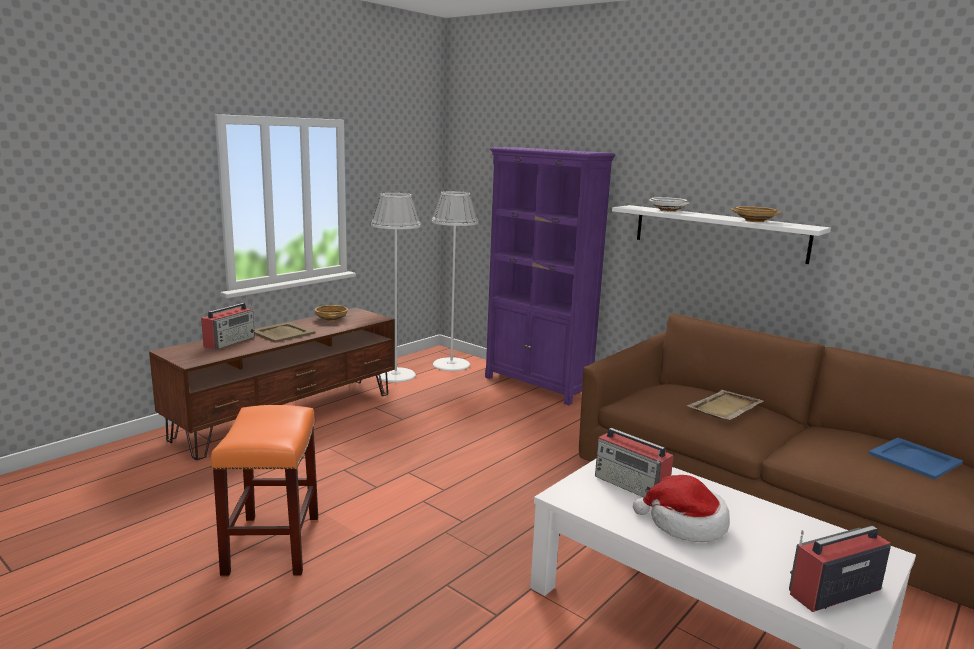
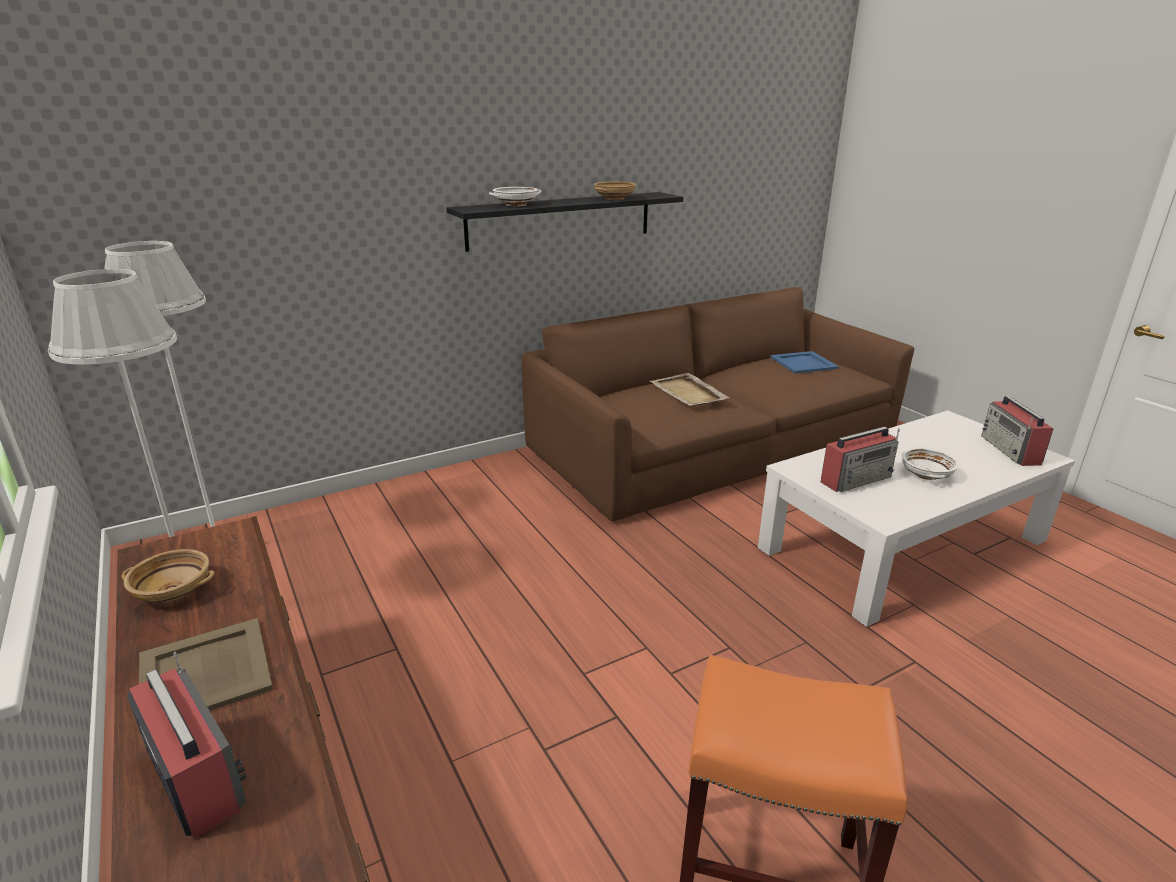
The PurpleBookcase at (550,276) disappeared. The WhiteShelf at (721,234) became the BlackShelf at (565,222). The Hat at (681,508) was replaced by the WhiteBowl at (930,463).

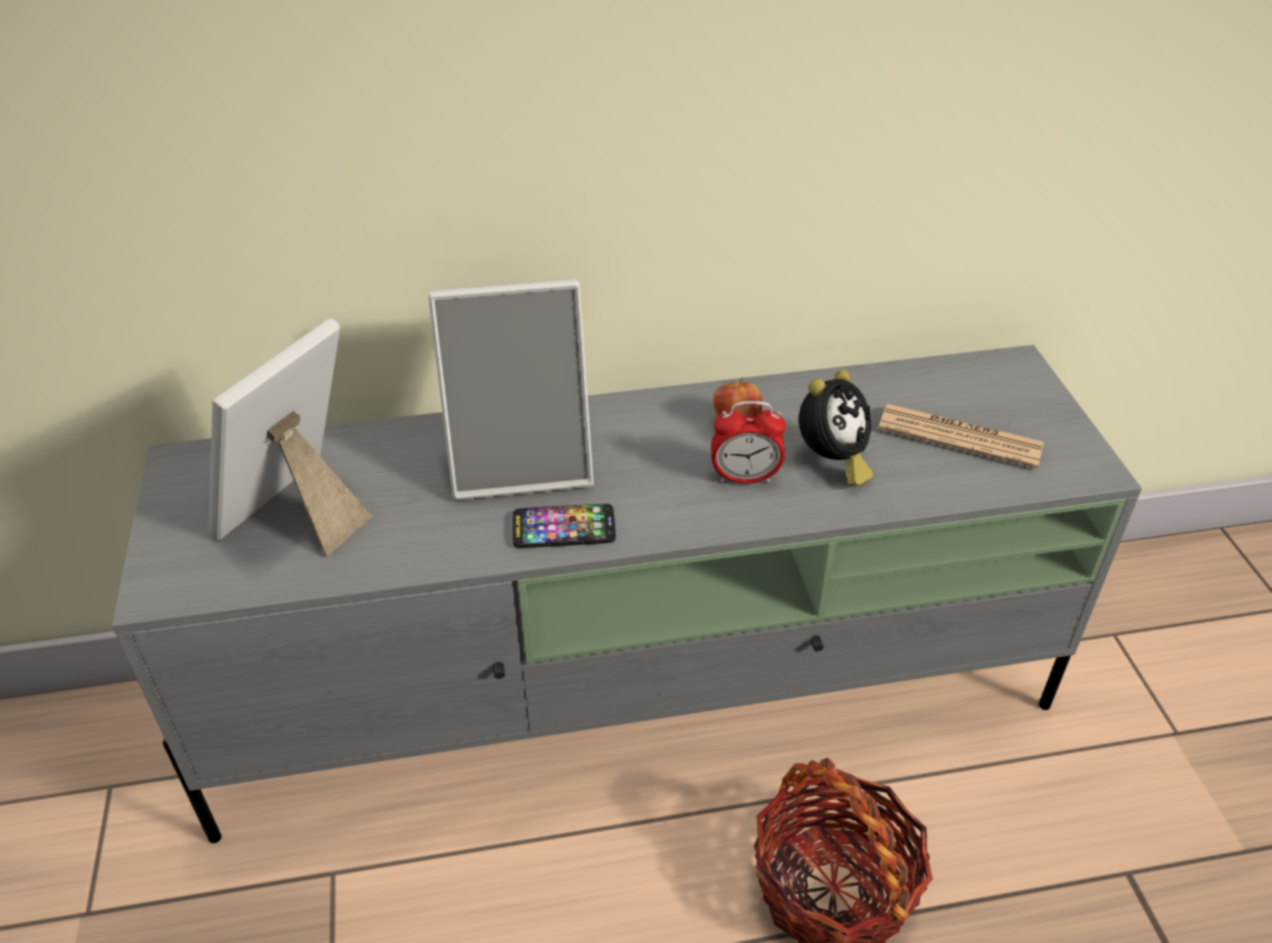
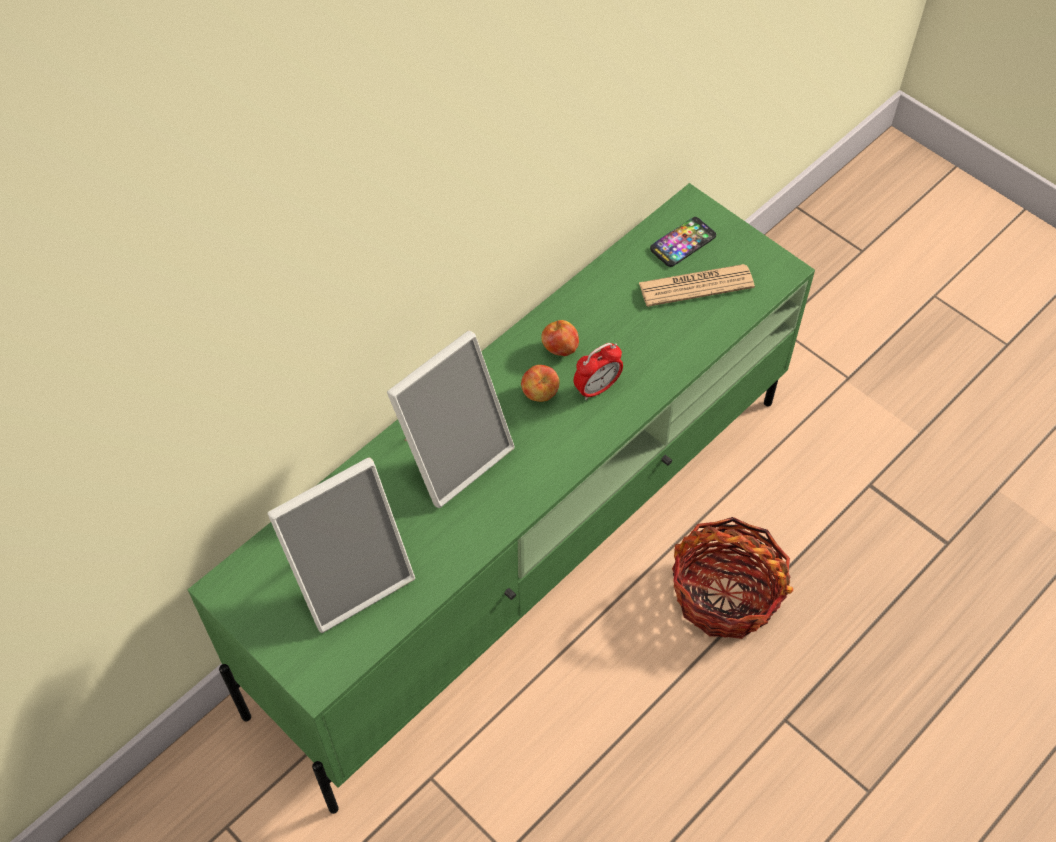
The PictureFrame at (290,437) turned 120 degrees counterclockwise. The GreyTvStand at (627,594) became the GreenTvStand at (501,498). The AlarmClock at (836,428) disappeared. The Phone moved from (564,526) to (683,242). The Apple at (540,383) appeared.

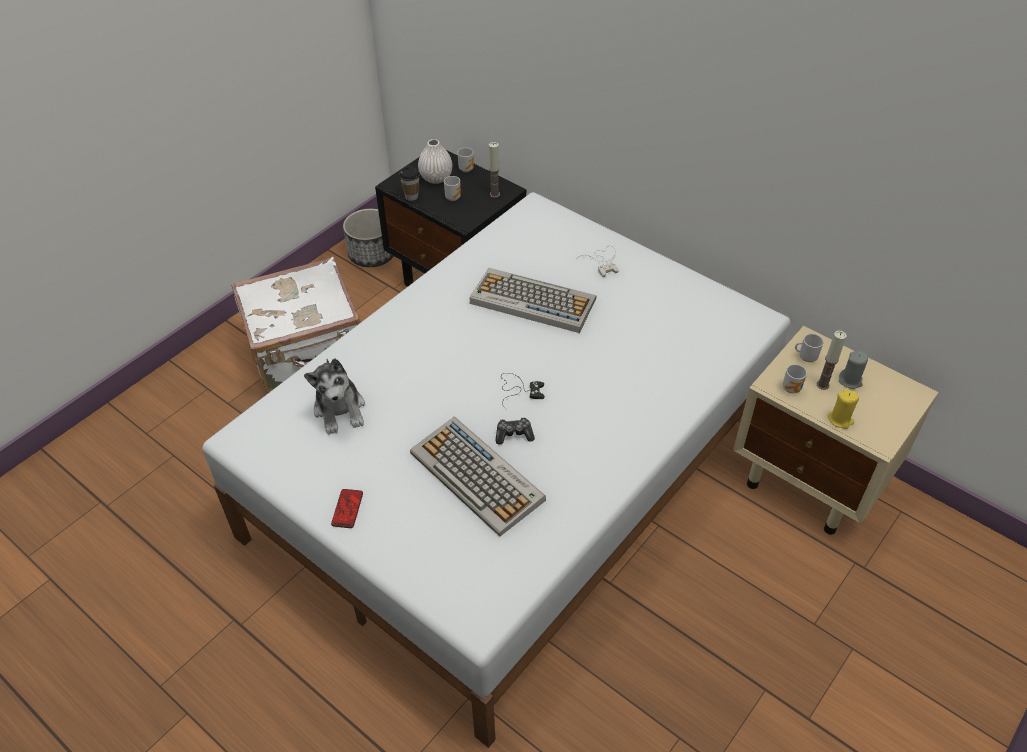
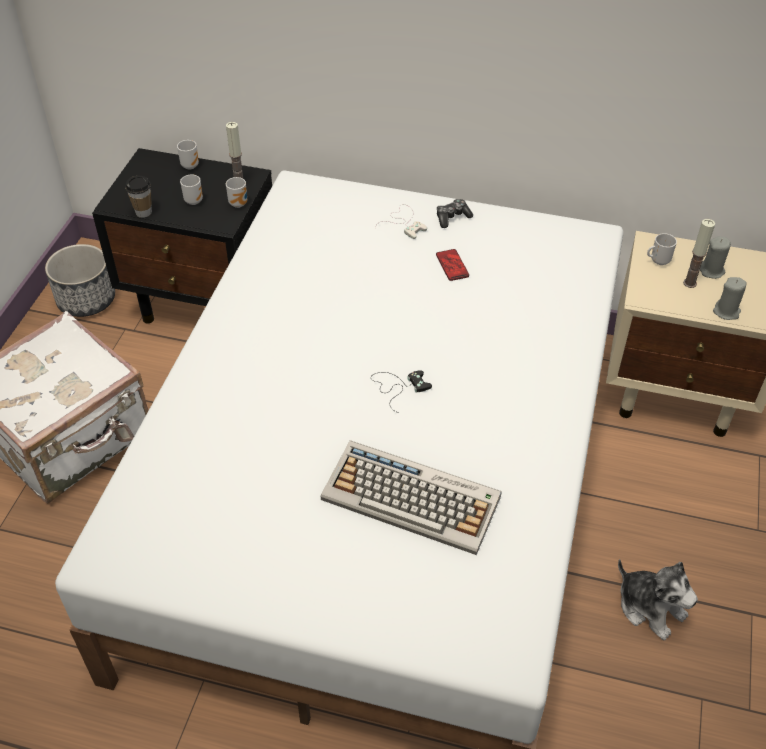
The WhiteVase at (435,161) disappeared. The Keyboard at (533,300) disappeared. The PlushToy moved from (334,396) to (658,599). The Mug moved from (795,379) to (236,192). The YellowCandle at (843,409) became the GreyCandle at (730,298). The GameController moved from (515,430) to (455,213). The Phone moved from (347,508) to (452,265).

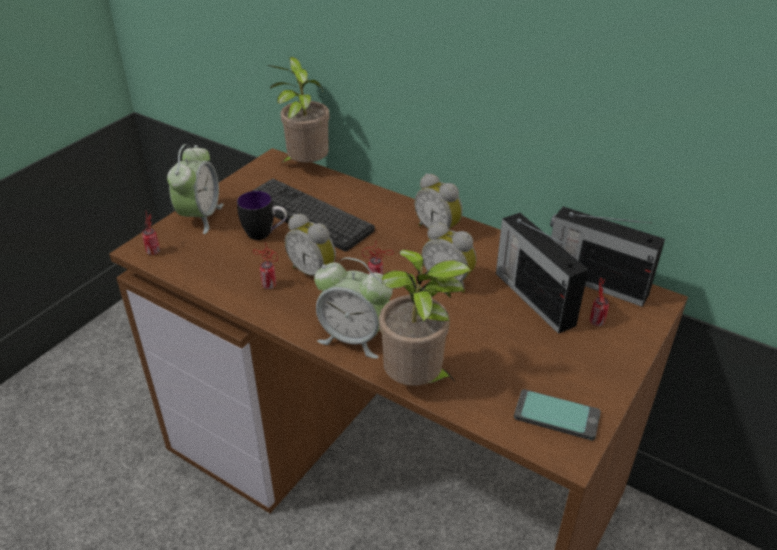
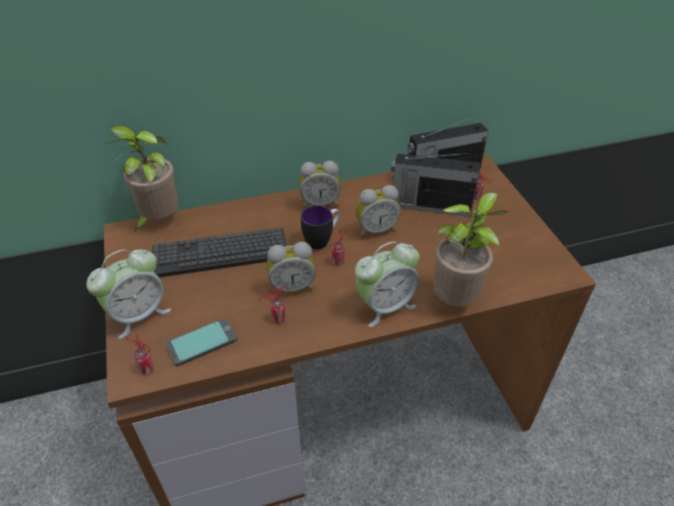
The AlarmClock at (195,189) turned 90 degrees clockwise. The Mug moved from (262,215) to (320,227). The Phone moved from (557,414) to (201,342).

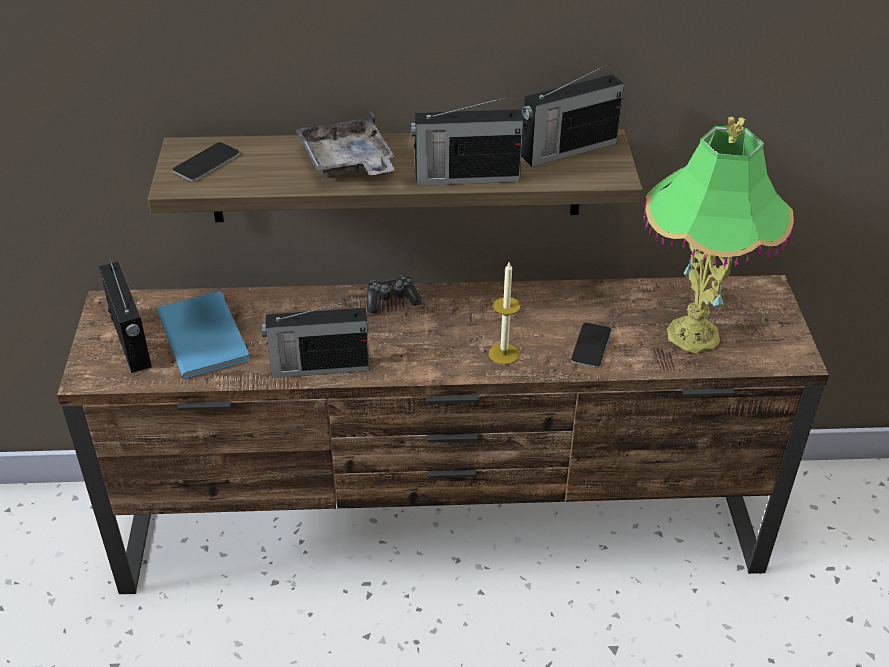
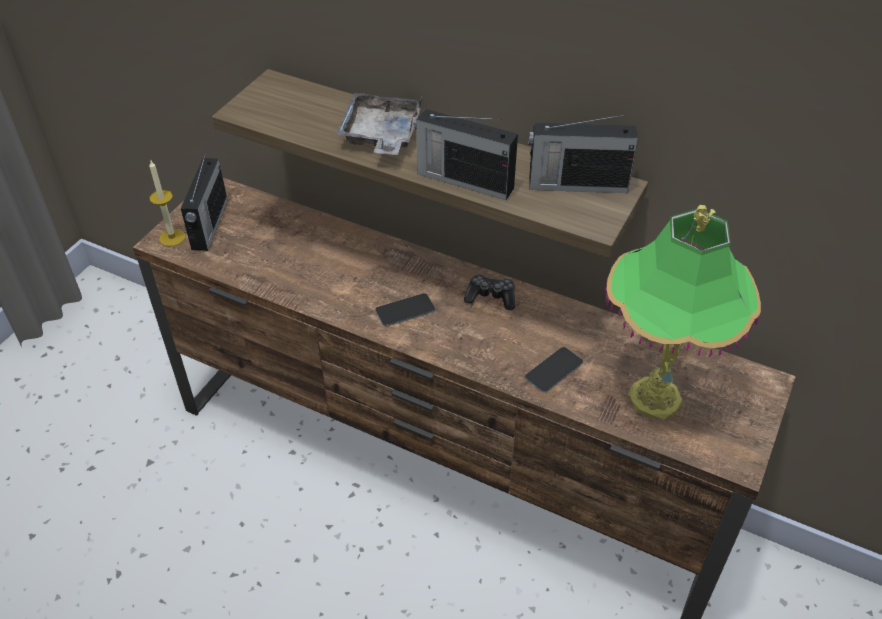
The Phone moved from (206,161) to (405,309). The Candle moved from (504,313) to (167,203). The GameController moved from (394,294) to (489,292). The BlueBook at (203,335) disappeared. The Radio at (315,339) disappeared.

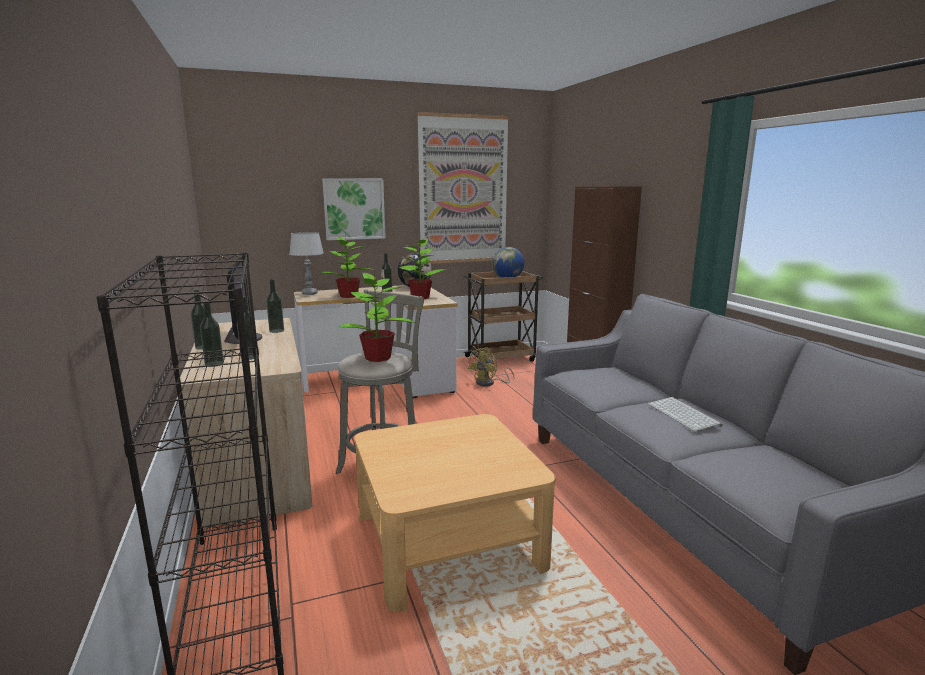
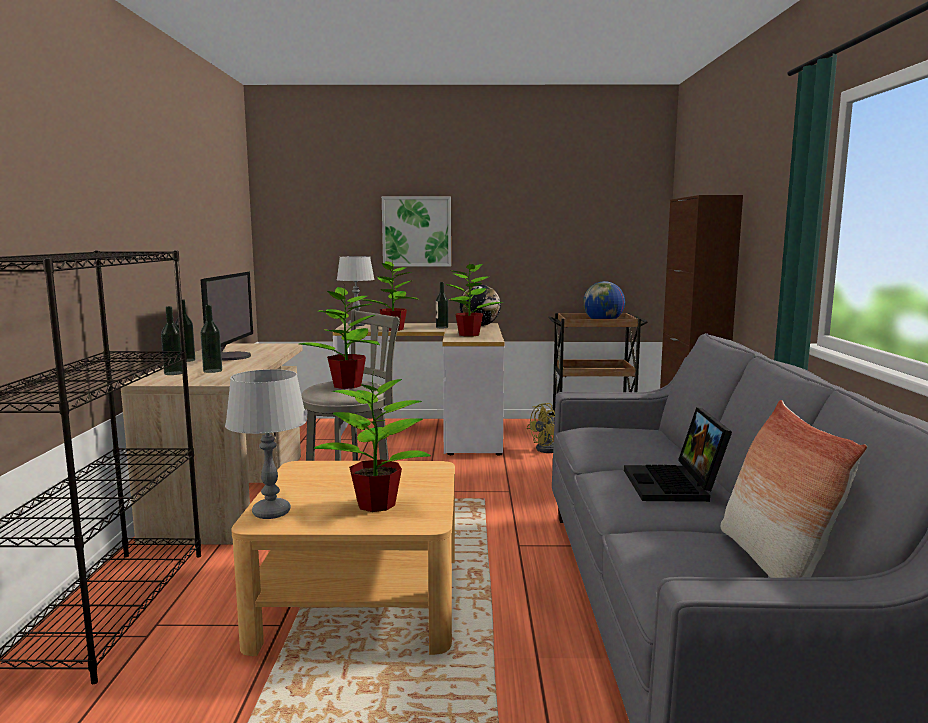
The Picture at (463,188) disappeared. The Bottle at (275,306) disappeared. The Keyboard at (685,414) was replaced by the Laptop at (678,454). The GreyTableLamp at (266,444) appeared. The PottedPlant at (372,442) appeared. The Pillow at (794,489) appeared.

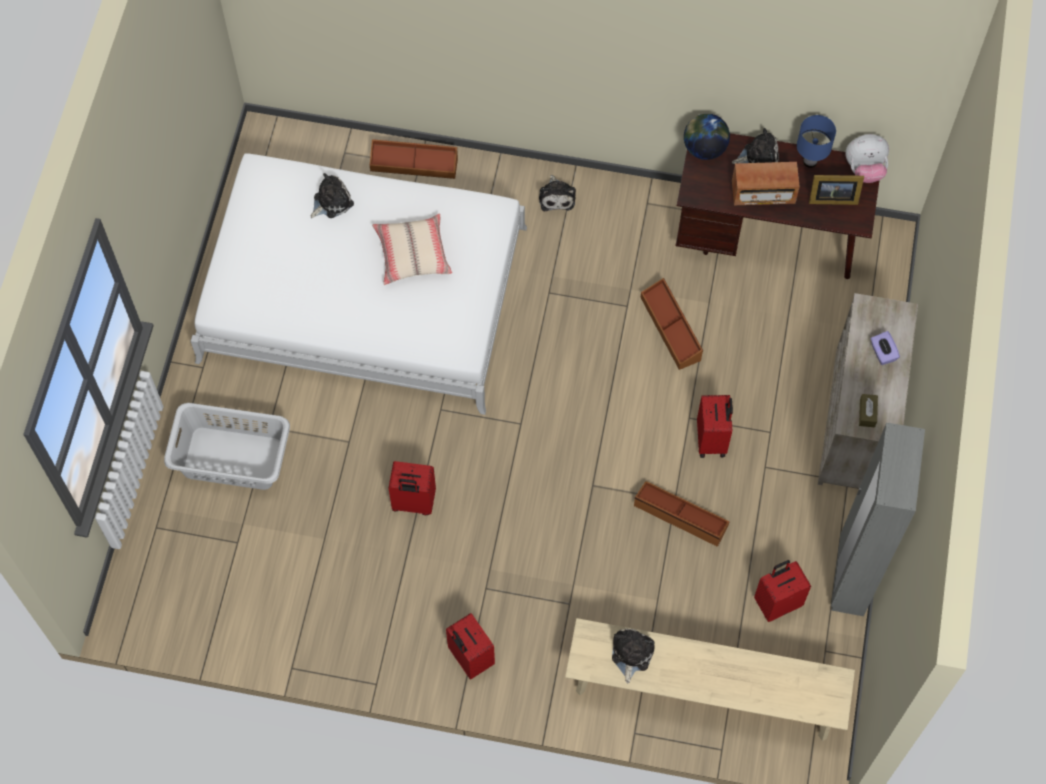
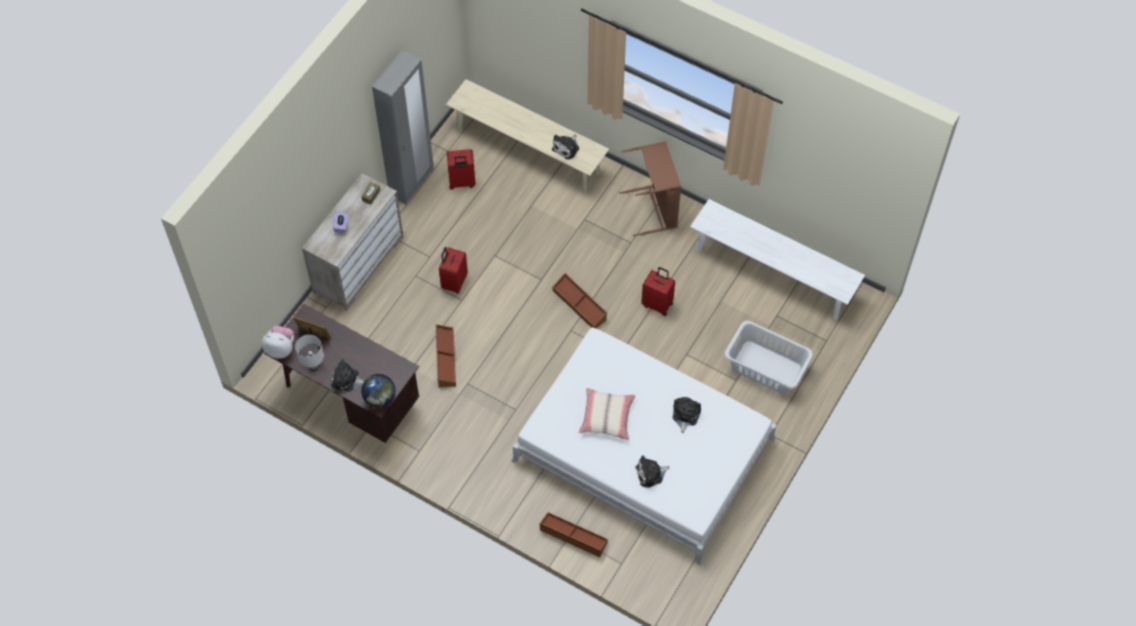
The BlueTableLamp at (816,141) became the WhiteTableLamp at (309,353). The Radio at (766,183) disappeared. The PlushToy moved from (557,193) to (687,415). The BrownStorageBox moved from (682,514) to (580,300). The RedSuitcase at (470,646) was replaced by the BrownLaundryBasket at (650,188). The WhiteBench at (777,259) appeared.

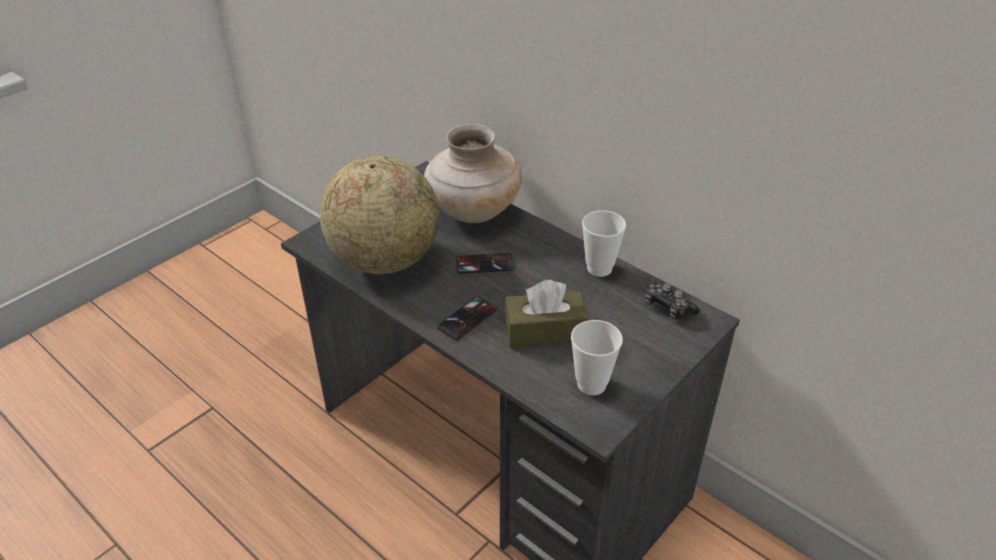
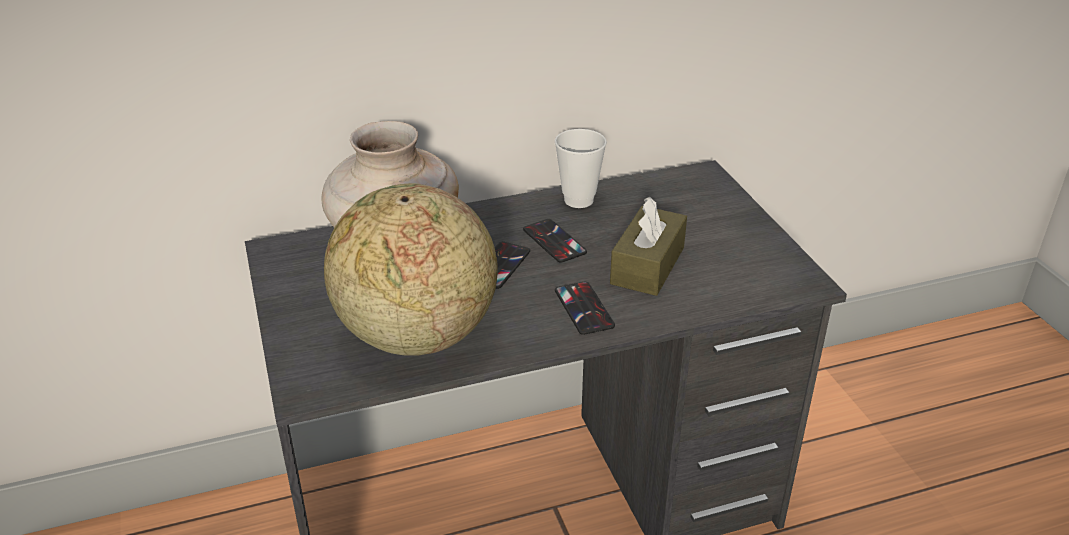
The GameController at (672,301) disappeared. The Cup at (597,358) disappeared. The Phone at (555,241) appeared.

